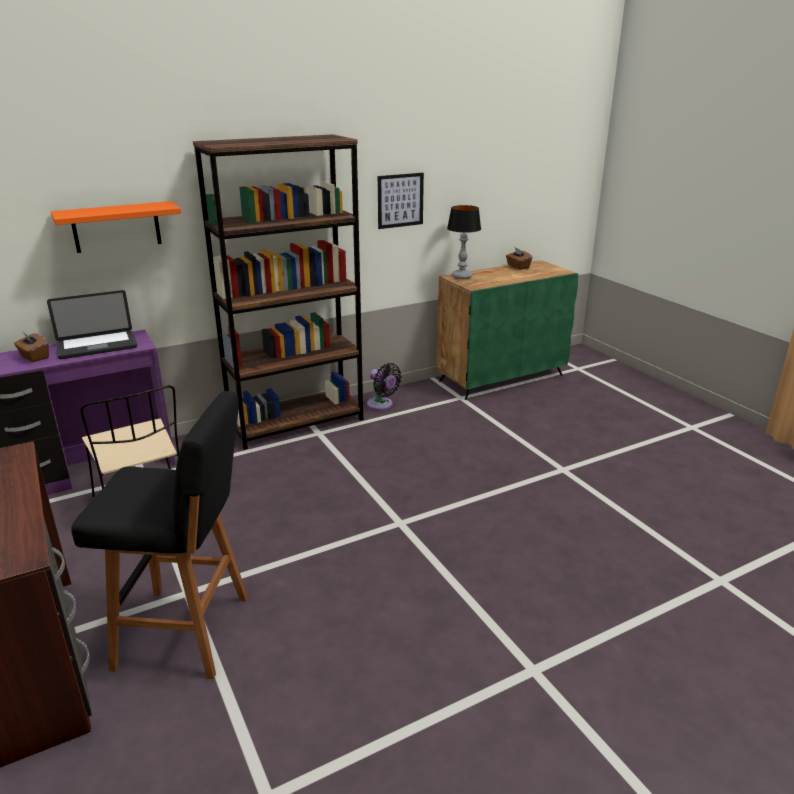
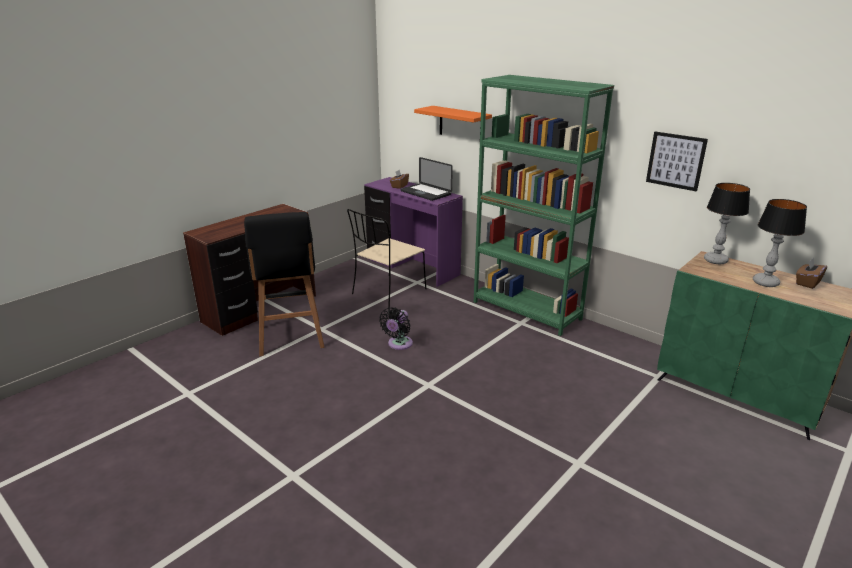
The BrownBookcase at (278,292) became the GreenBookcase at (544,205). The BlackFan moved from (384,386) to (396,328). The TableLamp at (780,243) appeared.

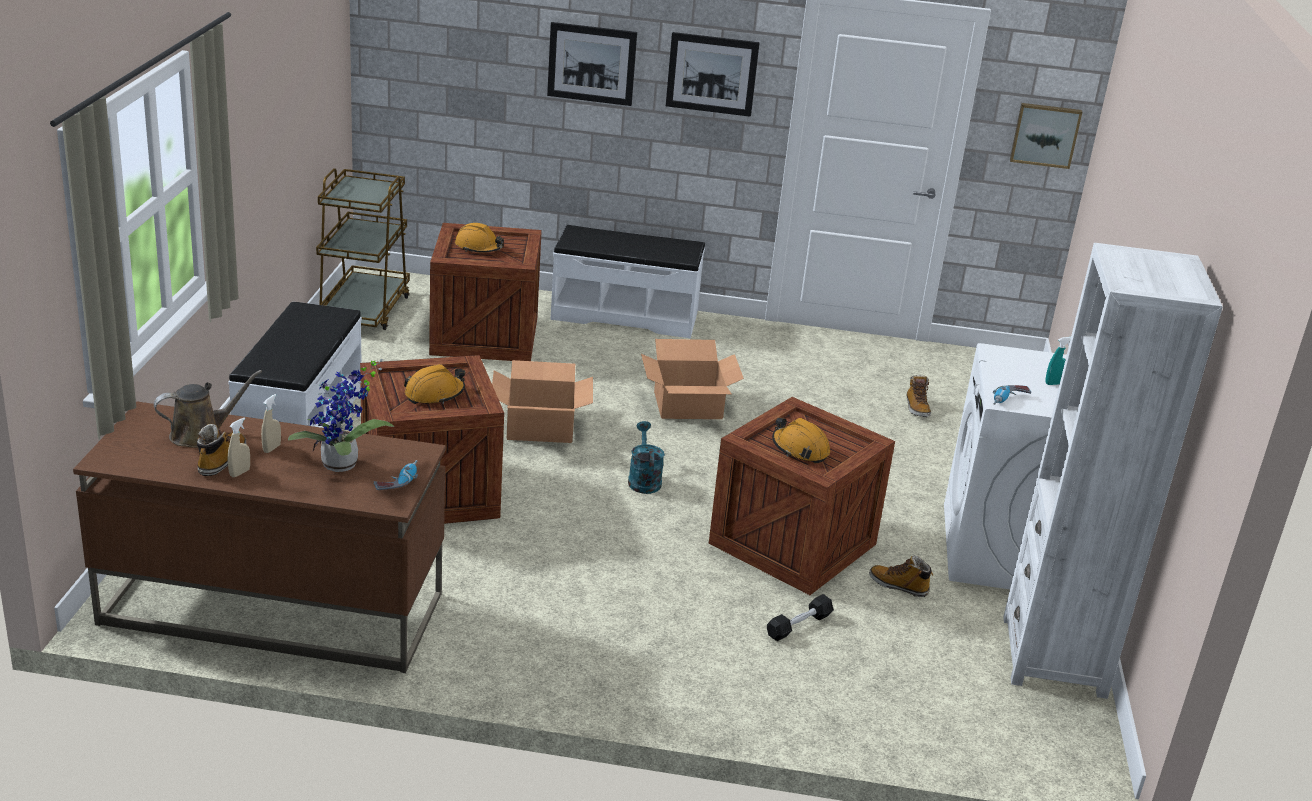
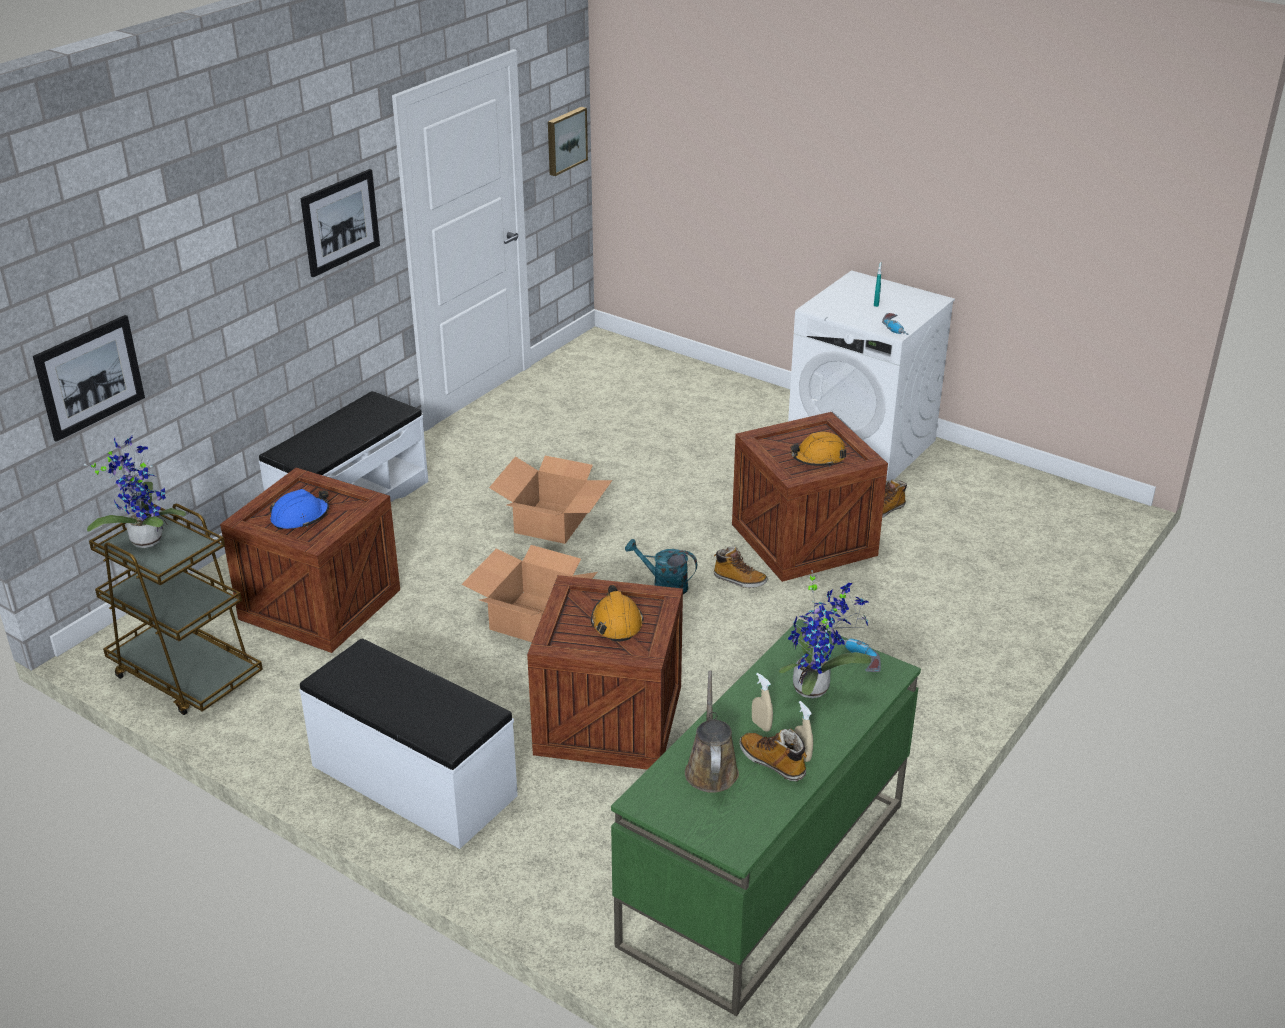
The Picture moved from (592,64) to (89,378). The OrangeHardHat at (479,238) became the BlueHardHat at (299,509). The WhiteBookcase at (1113,471) disappeared. The Boot moved from (919,396) to (740,567). The BrownDesk at (259,537) became the GreenDesk at (766,817). The BlackDumbbell at (800,617) disappeared. The PottedPlant at (135,492) appeared.

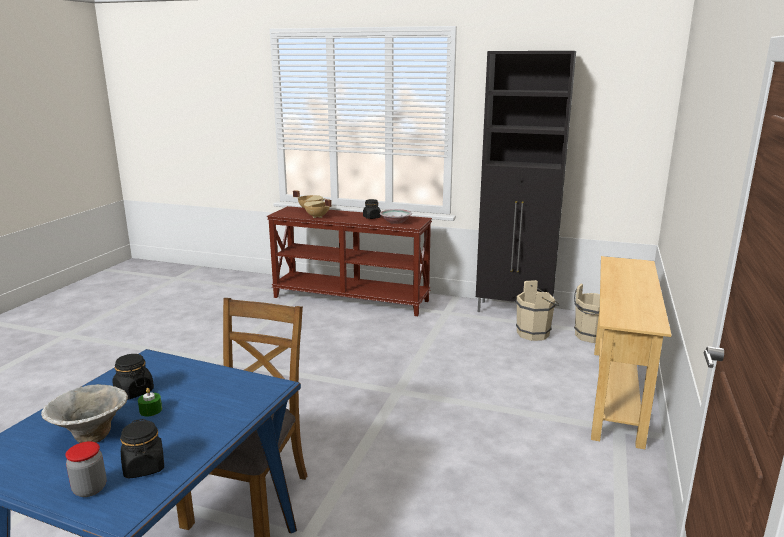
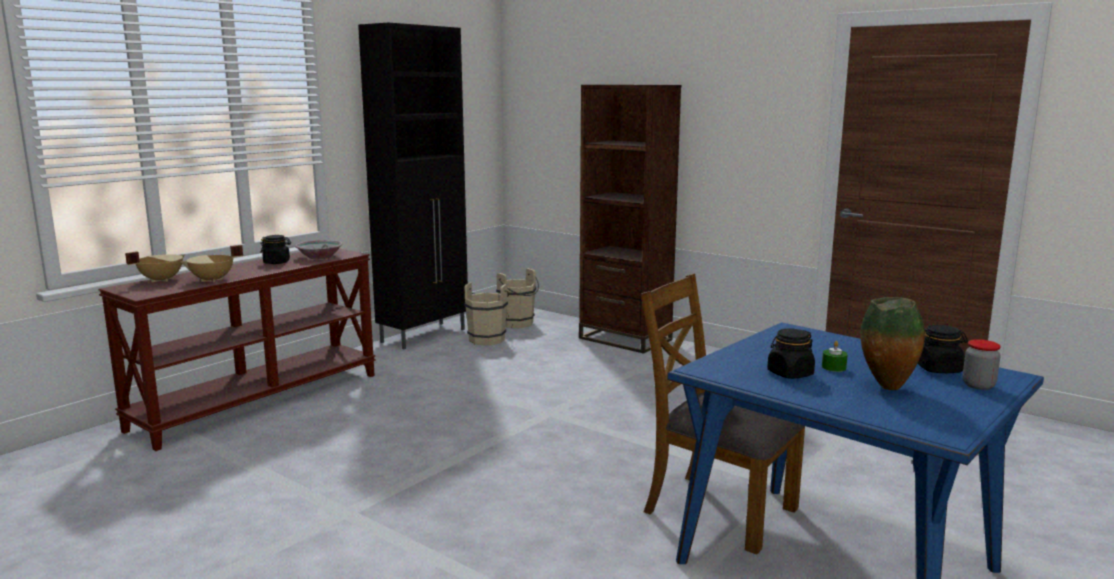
The BeigeConsoleTable at (631,352) was replaced by the BrownBookcase at (630,219). The Bowl at (84,413) was replaced by the Vase at (892,343).

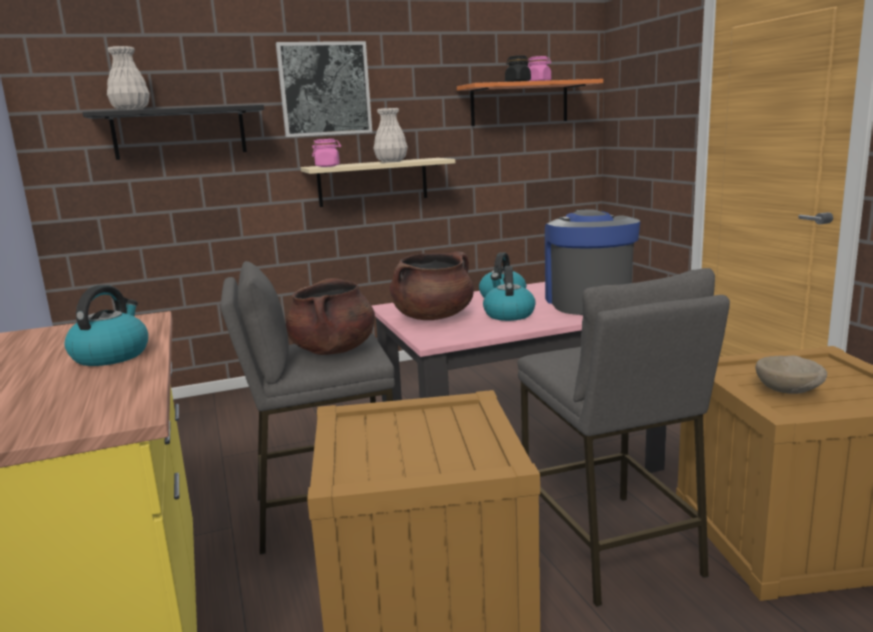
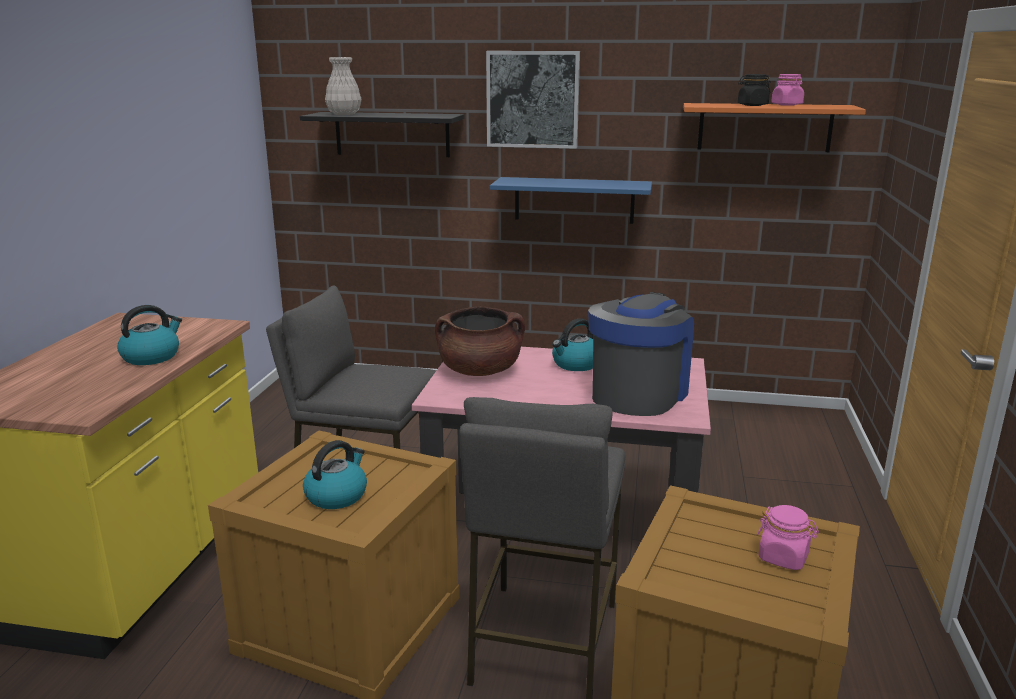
The WhiteVase at (390,135) disappeared. The PinkJar moved from (326,153) to (788,537). The BeigeShelf at (378,182) became the BlueShelf at (571,200). The Kettle moved from (509,293) to (335,474). The BrownCookingPot at (330,316) disappeared. The BeigeBowl at (791,374) disappeared.

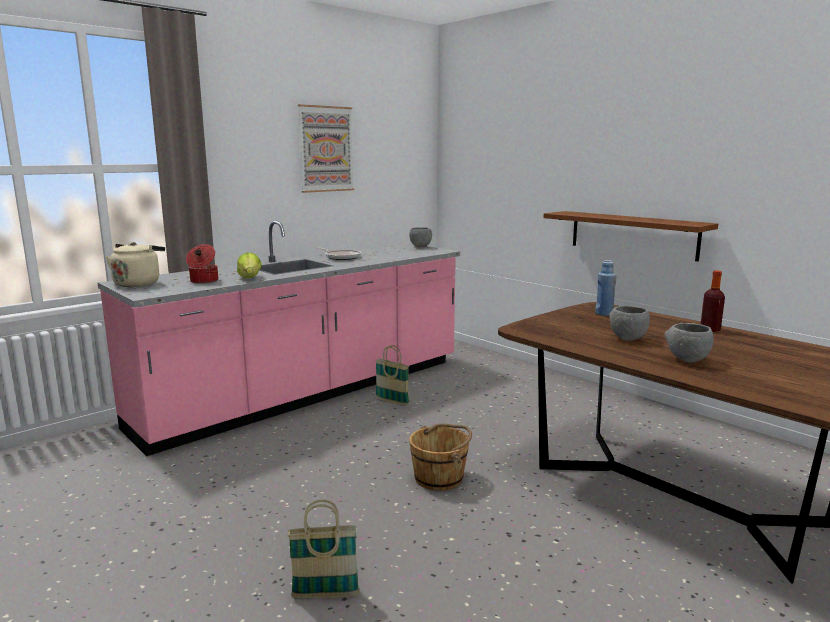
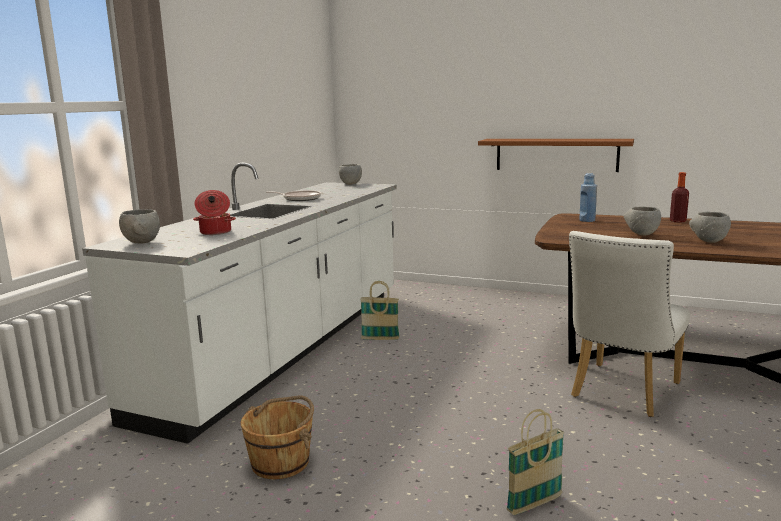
The Picture at (326,148) disappeared. The PinkCounter at (278,338) became the WhiteCounter at (239,303). The BeigeKettle at (135,264) was replaced by the GreyBowl at (139,226). The Lettuce at (249,265) disappeared. The BrownBucket moved from (440,457) to (277,437). The WhiteChair at (629,324) appeared.

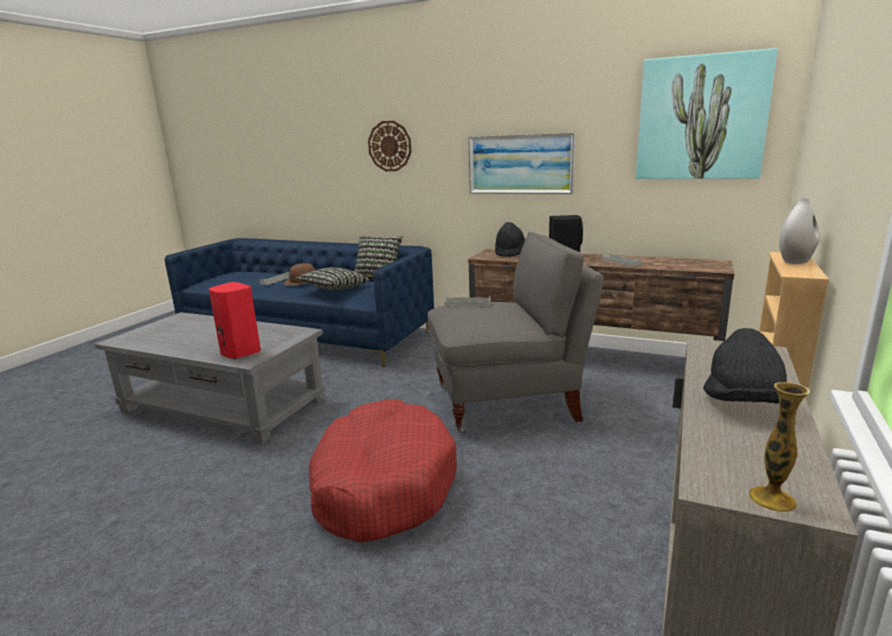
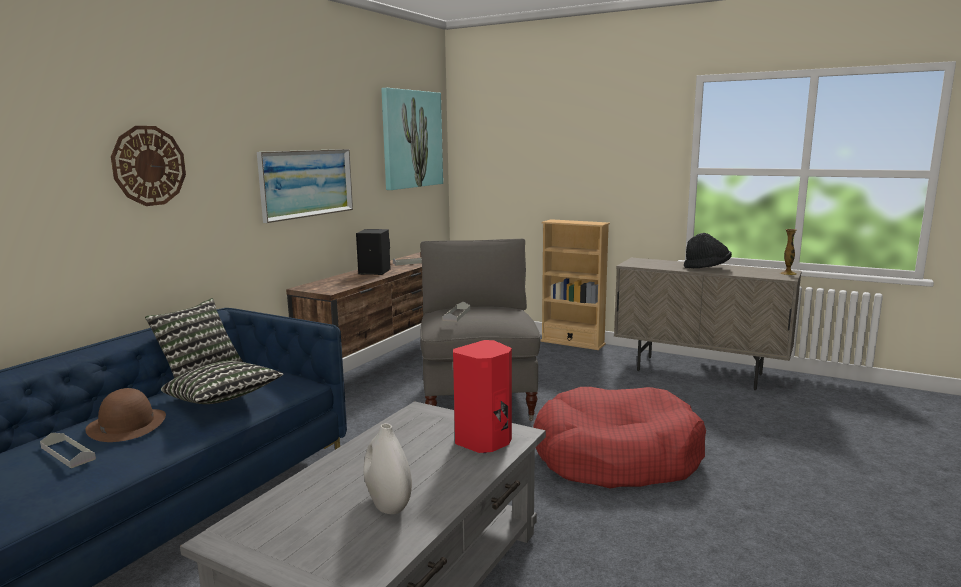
The WhiteVase moved from (799,231) to (387,468). The BlackHat at (510,239) disappeared.

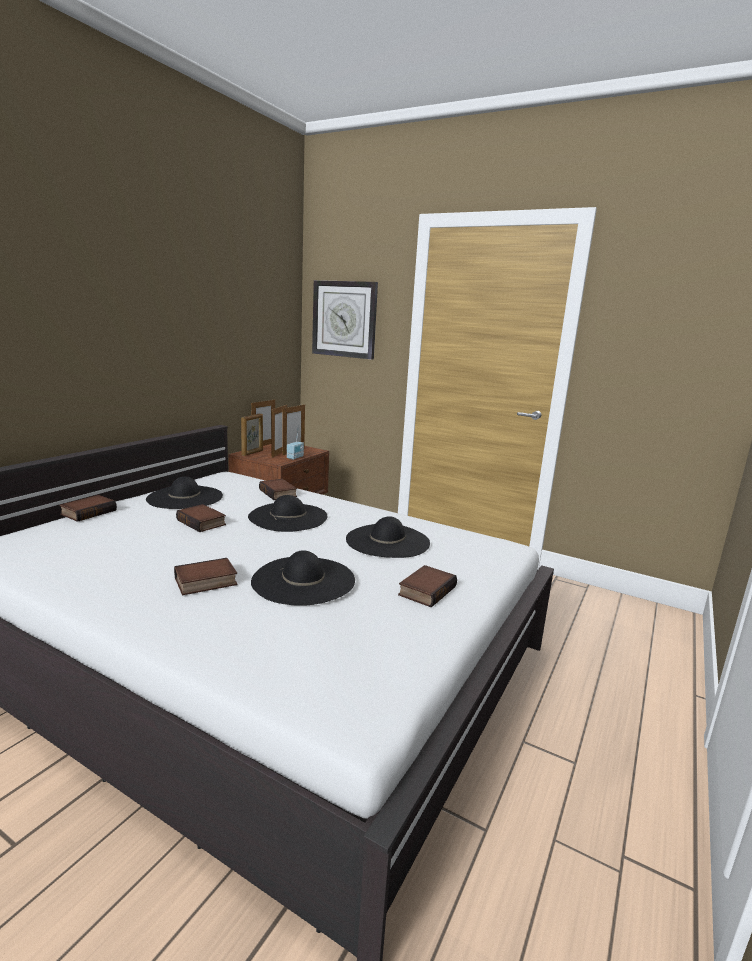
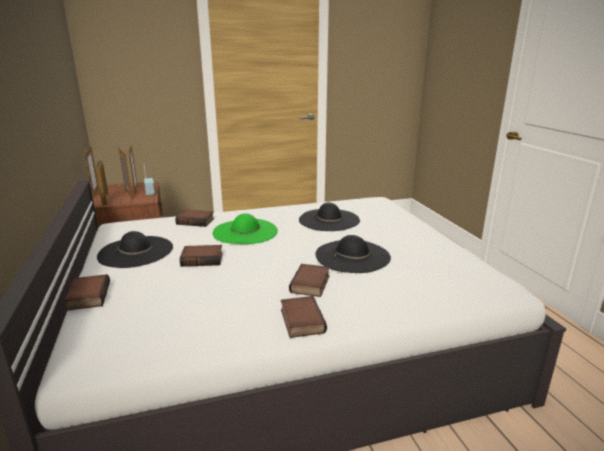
The WallClock at (345,320) disappeared. The BlackHat at (288,513) became the GreenHat at (245,228). The Book moved from (427,586) to (304,317).

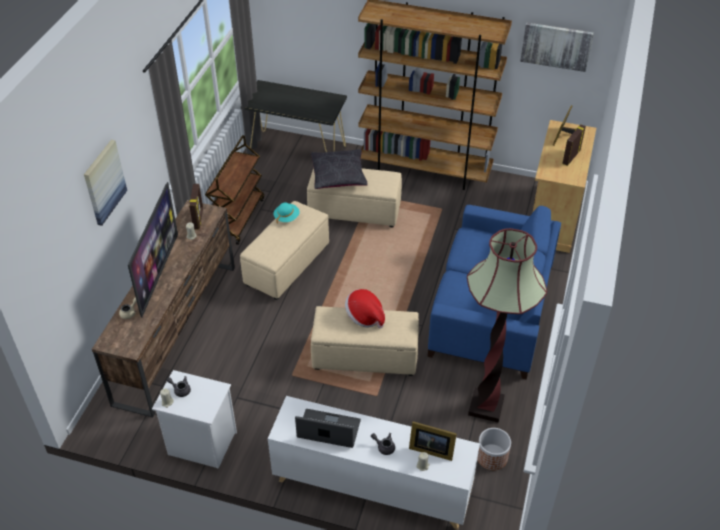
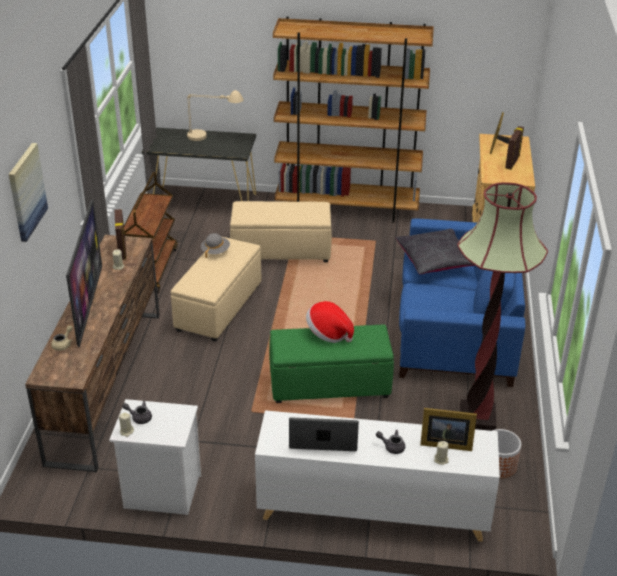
The Picture at (557,47) disappeared. The BlackPillow moved from (339,169) to (435,251). The TurquoiseHat at (287,213) became the GreyHat at (215,245). The BeigeOttoman at (365,341) became the GreenOttoman at (331,364). The BeigeTableLamp at (215,115) appeared.

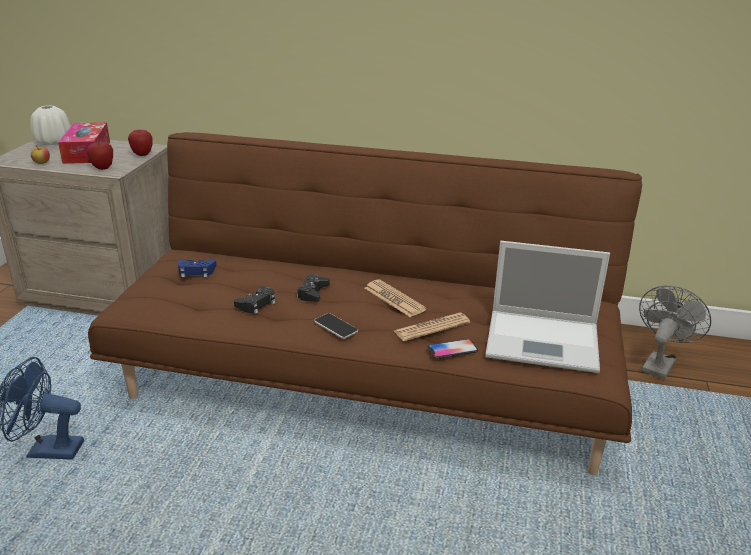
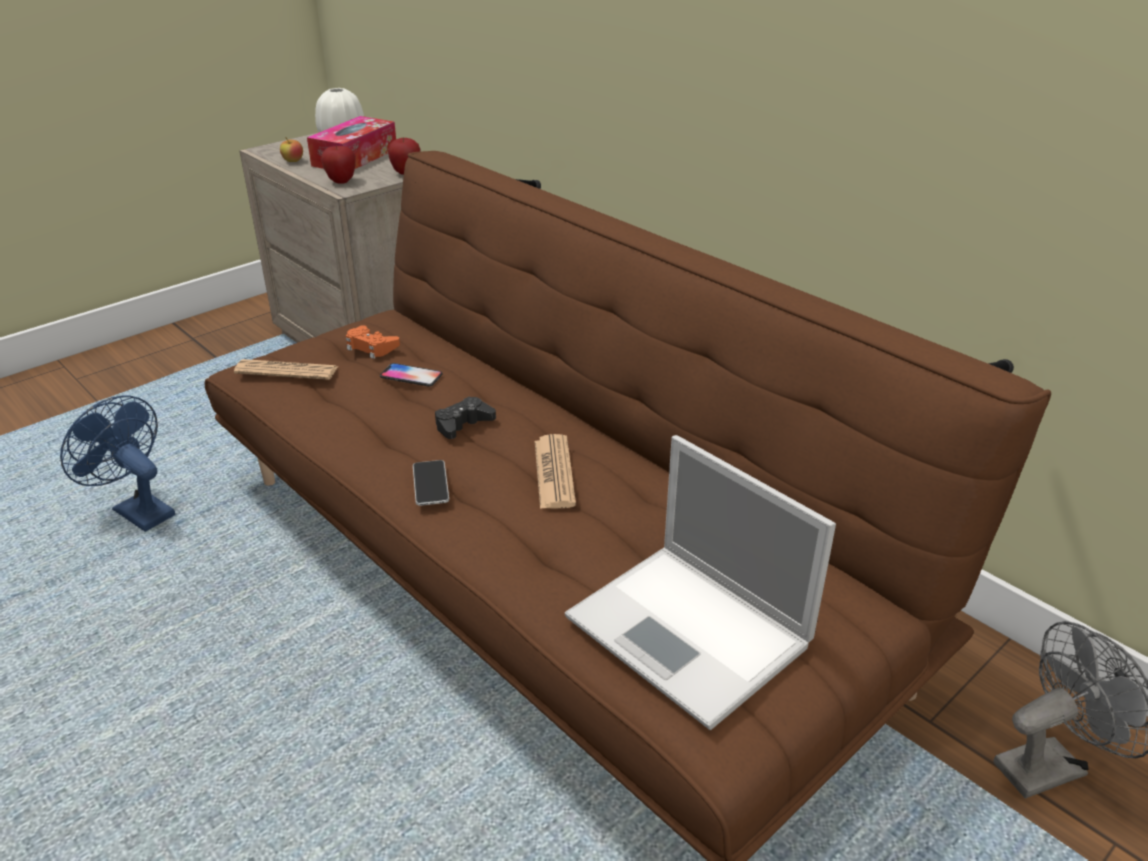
The BlueGameController at (197,268) became the OrangeGameController at (373,342). The BlackGameController at (255,300) disappeared. The Newspaper moved from (432,327) to (286,369). The Phone moved from (453,349) to (411,375).

